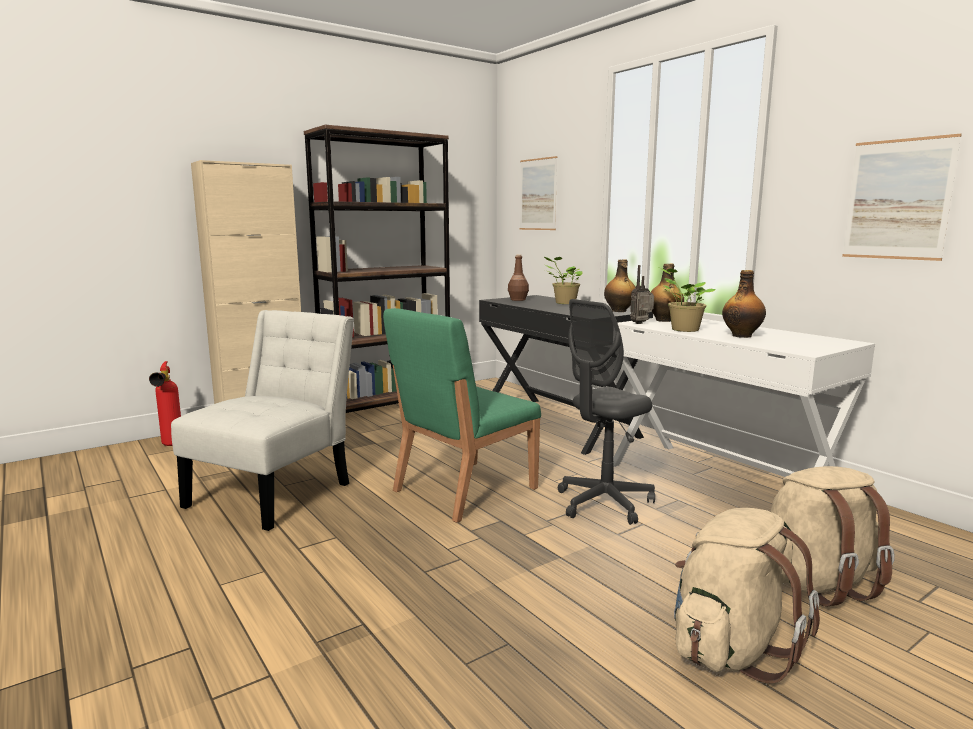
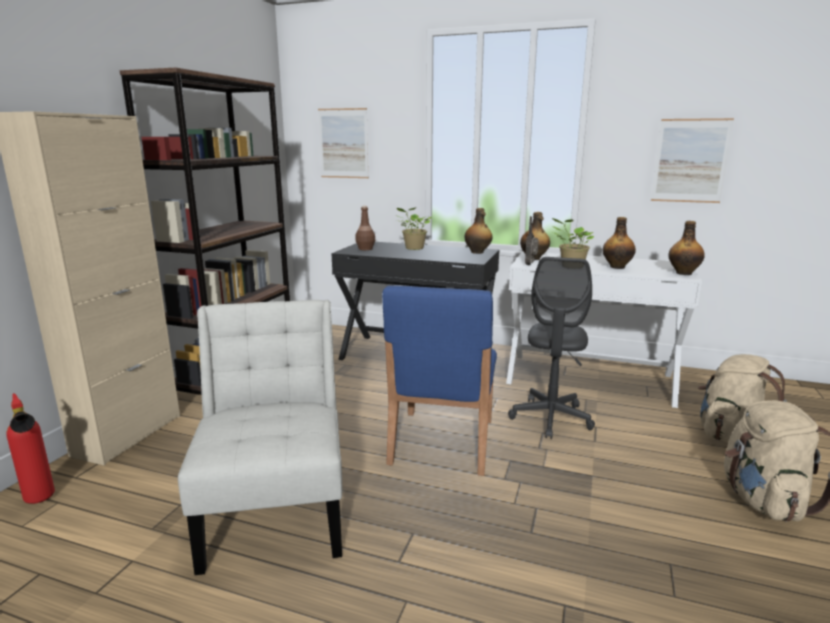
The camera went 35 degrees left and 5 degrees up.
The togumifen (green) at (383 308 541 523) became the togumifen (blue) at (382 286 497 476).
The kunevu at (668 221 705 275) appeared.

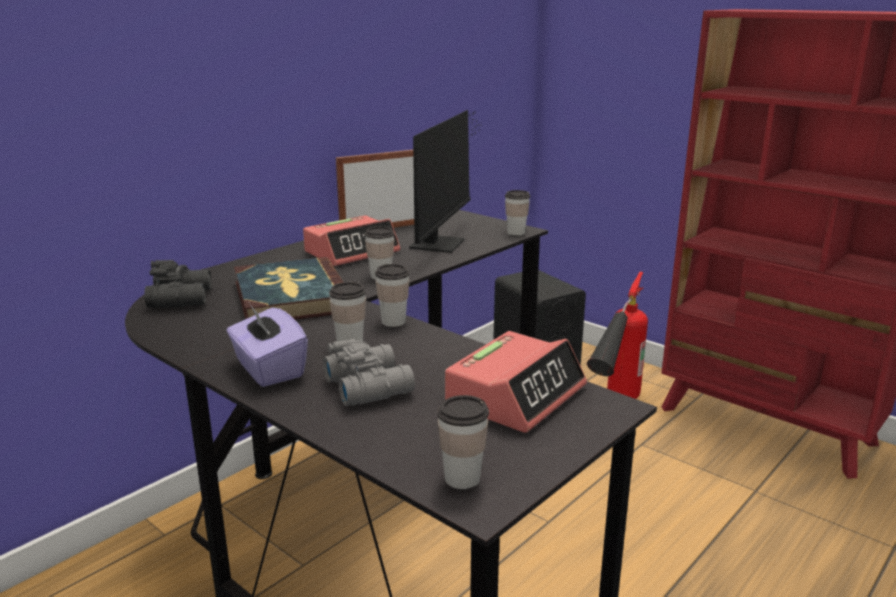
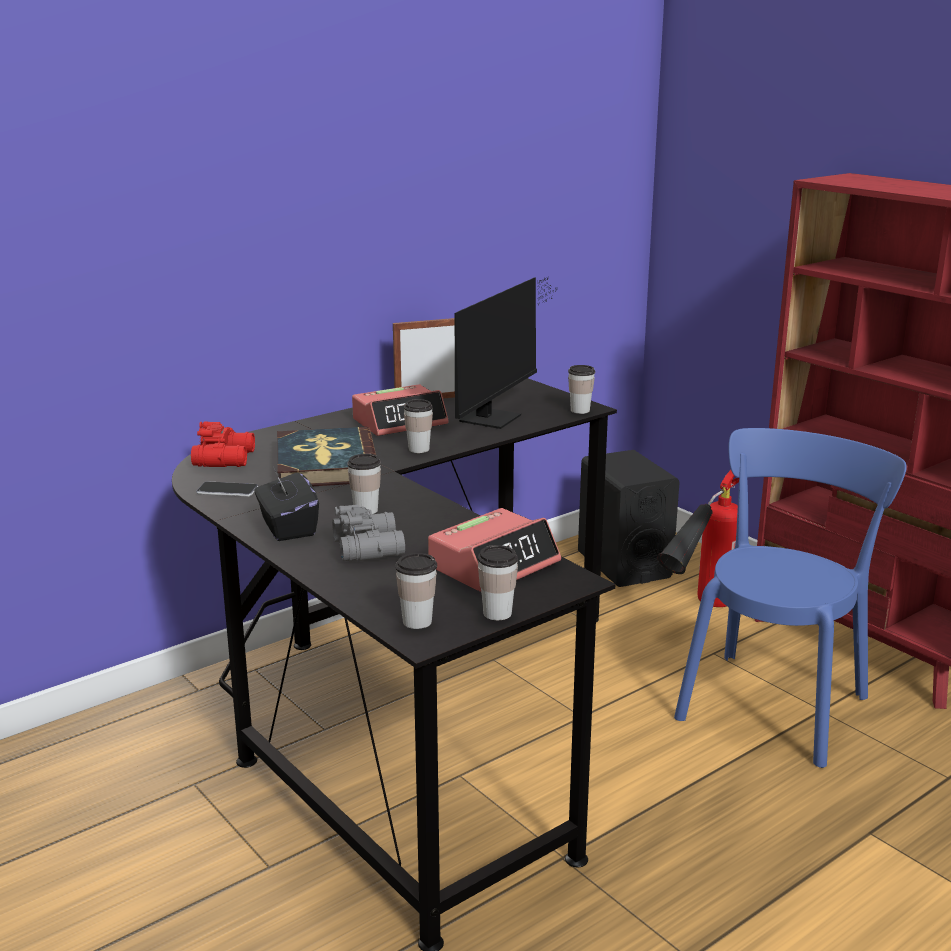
The camera went 10 degrees right and 0 degrees up.
The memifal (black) at (144 260 212 308) became the memifal (red) at (191 421 255 467).
The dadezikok moved from (375 264 409 327) to (478 545 518 620).
The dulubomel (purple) at (227 301 308 387) became the dulubomel (black) at (254 469 319 541).
The togumifen (blue) at (674 428 907 768) appeared.
The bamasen at (196 481 258 497) appeared.

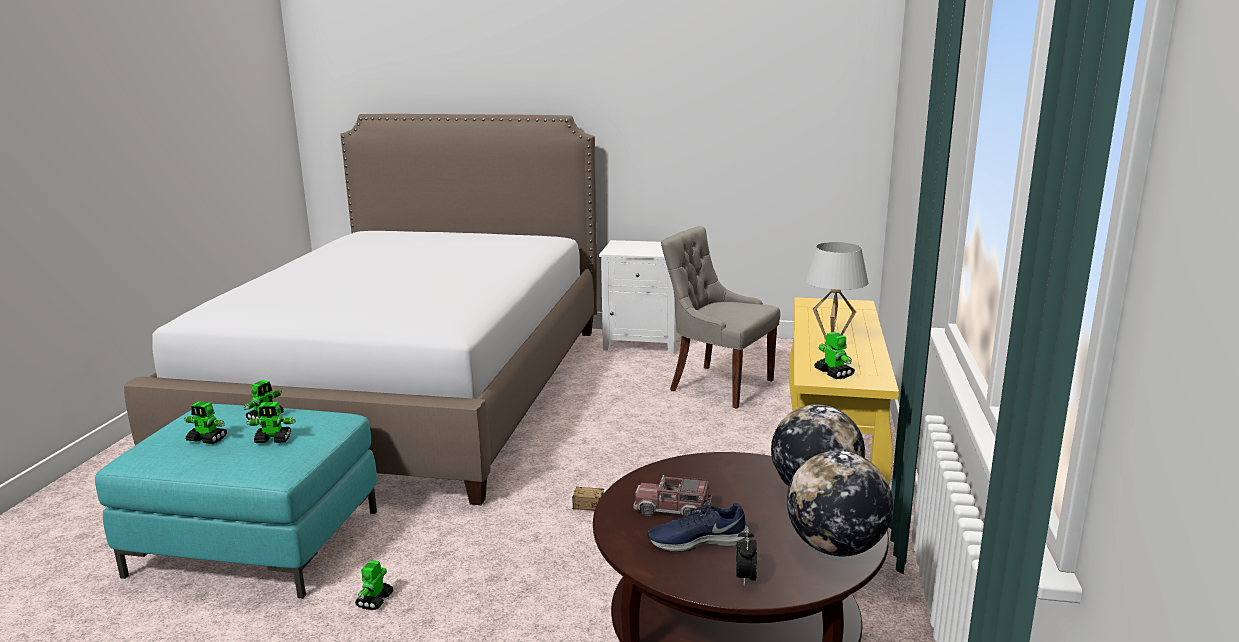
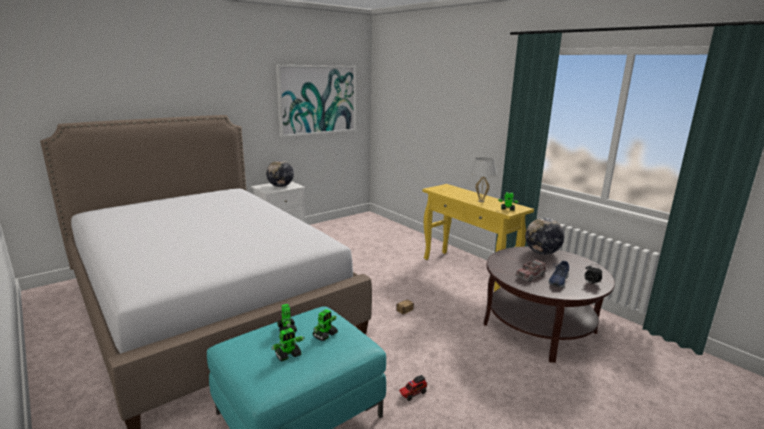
The camera went 50 degrees left and 0 degrees up.
The togumifen (grey) at (661 226 780 409) disappeared.
The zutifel moved from (787 451 893 556) to (266 160 294 187).
The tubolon at (355 560 394 610) was replaced by the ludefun at (399 375 427 401).
The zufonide at (276 65 356 137) appeared.

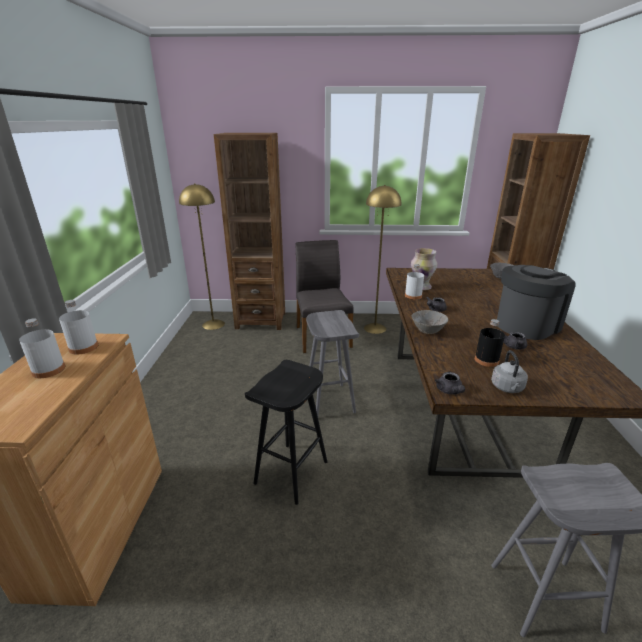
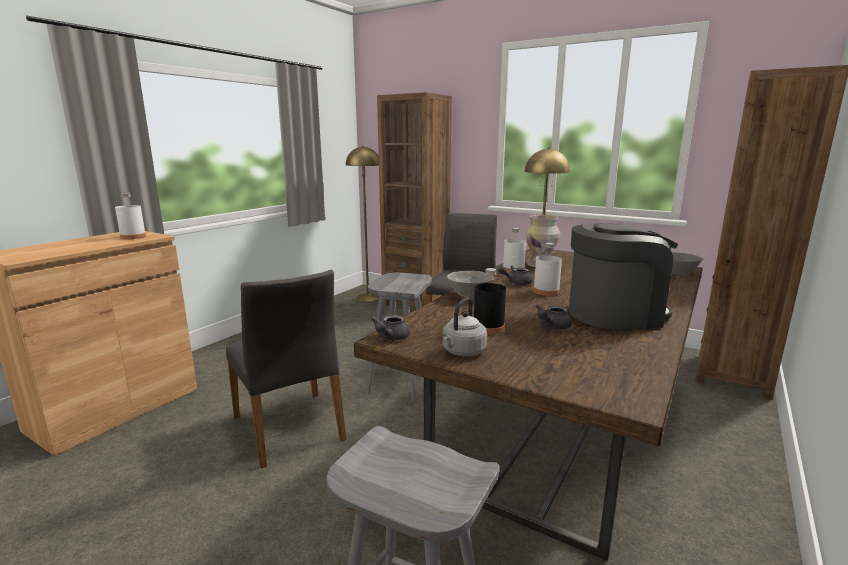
The camera went 30 degrees right and 10 degrees down.
The kunevu (white) moved from (19 318 65 378) to (533 243 562 296).
The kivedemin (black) at (245 360 327 505) was replaced by the togumifen (grey) at (226 270 346 468).

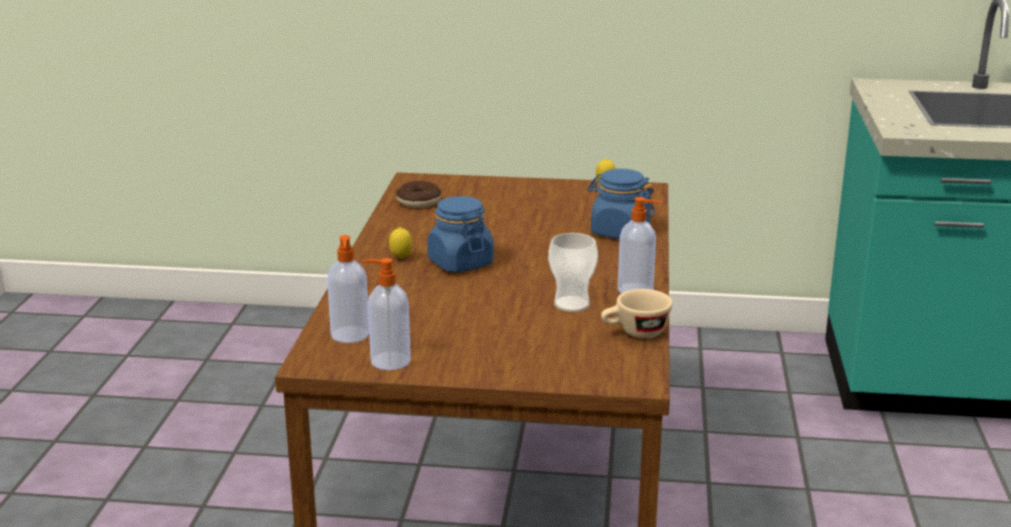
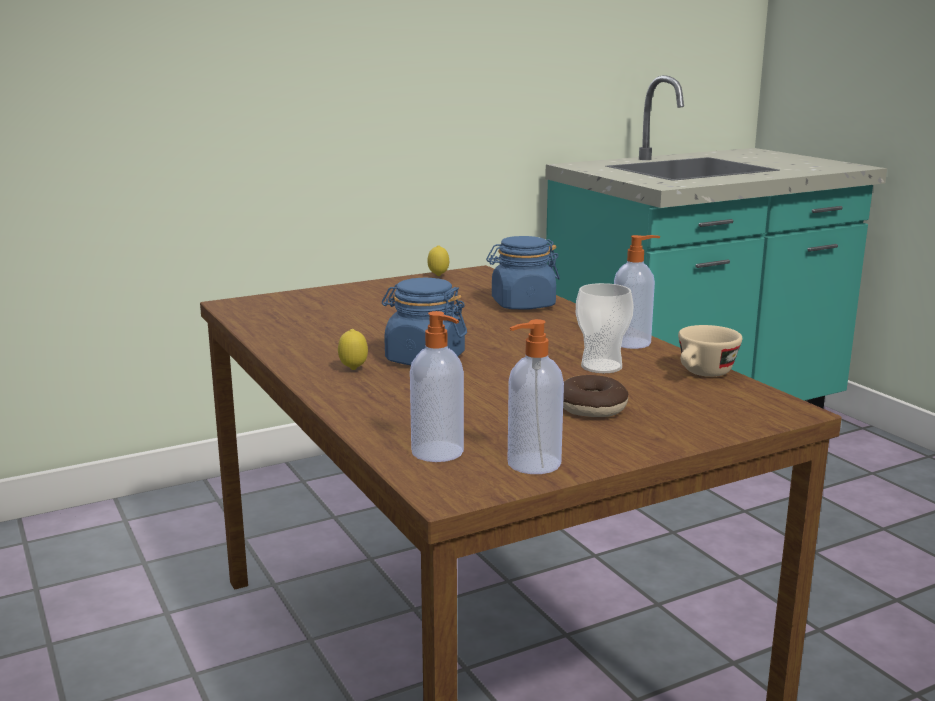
The camera went 35 degrees left and 5 degrees down.
The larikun moved from (396 181 441 208) to (563 375 628 417).

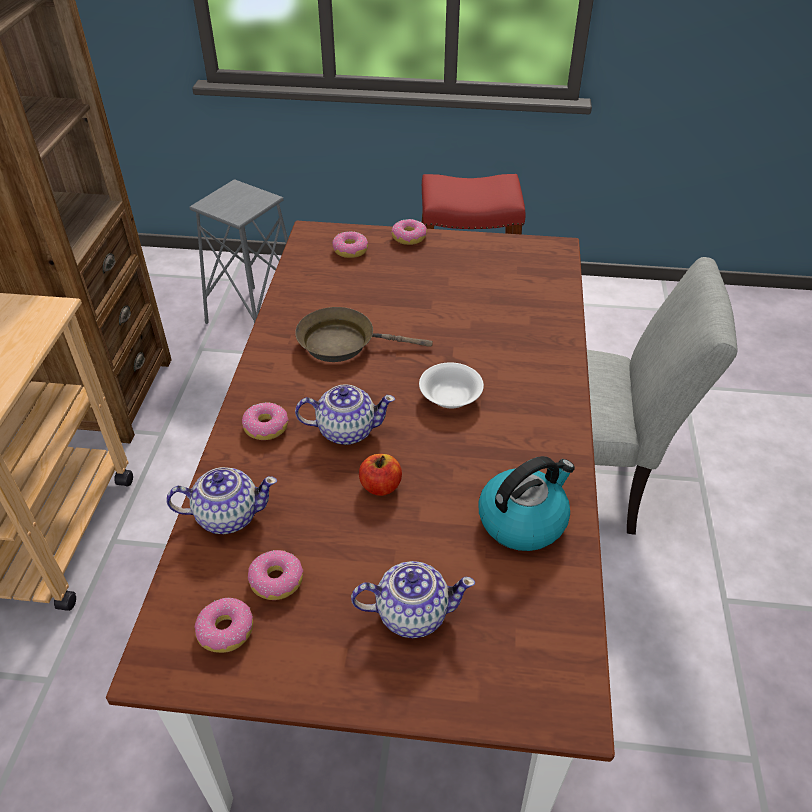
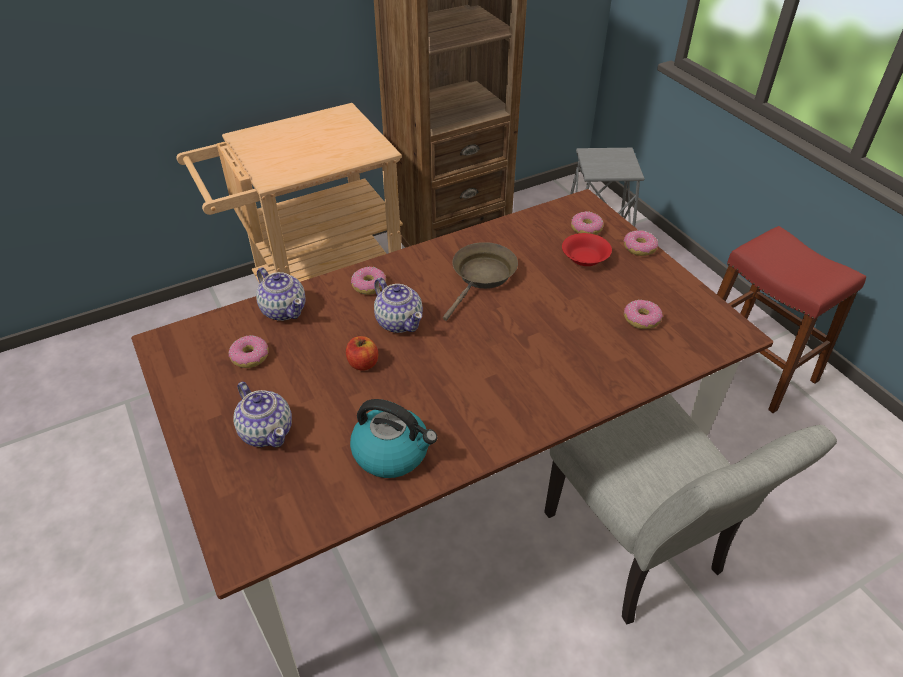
The camera went 55 degrees right and 0 degrees up.
The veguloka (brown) at (295 307 433 362) turned 60 degrees clockwise.
The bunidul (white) at (419 363 484 408) disappeared.
The larikun moved from (195 598 253 653) to (624 300 663 329).
The bunidul (red) at (562 233 612 266) appeared.

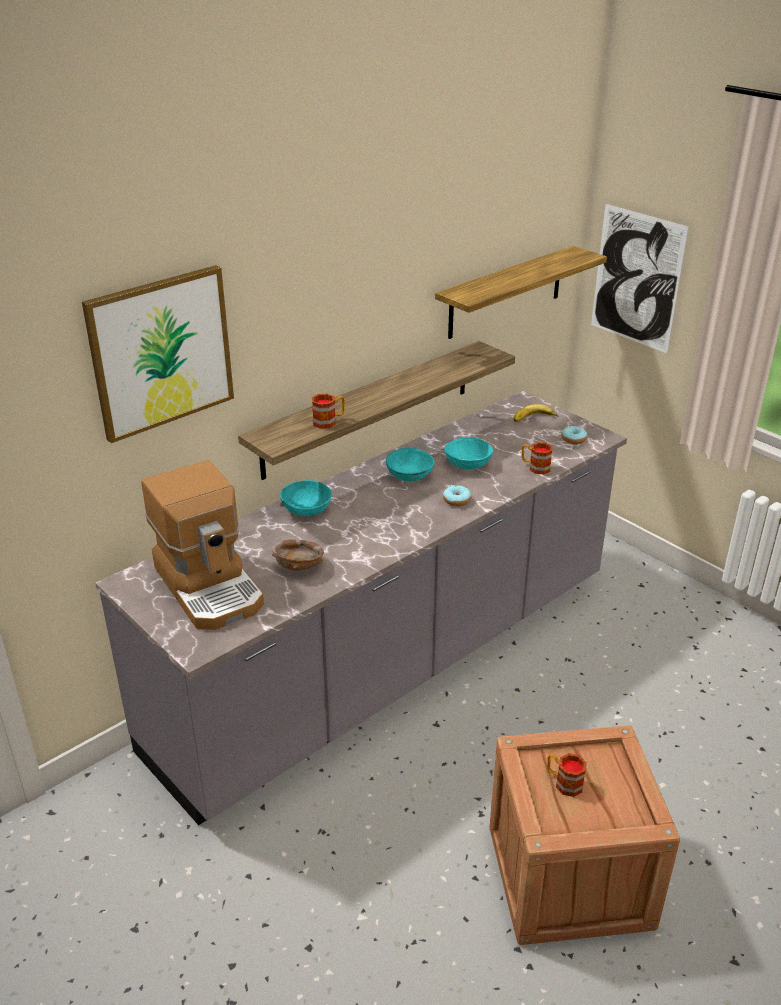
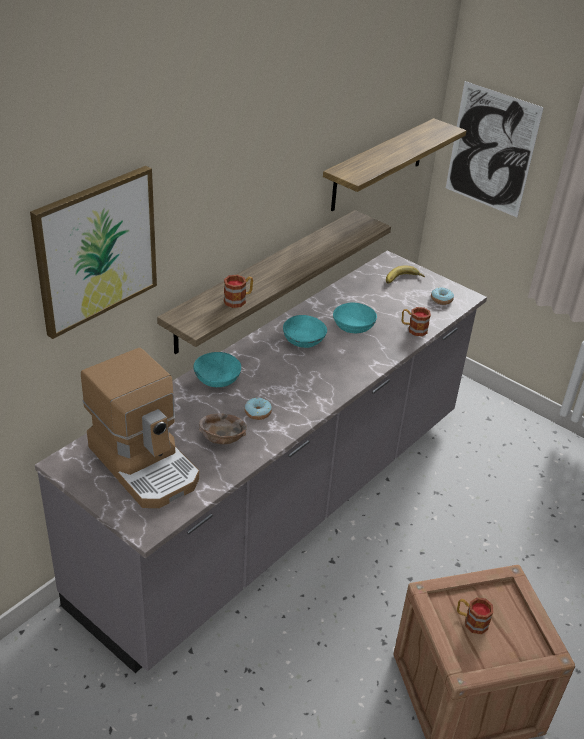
The camera went 10 degrees left and 5 degrees up.
The larikun moved from (443 485 471 506) to (244 398 272 420).

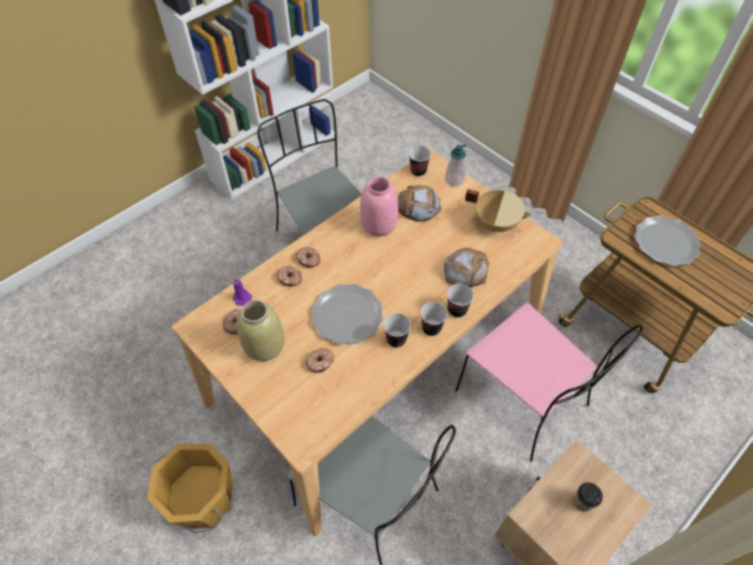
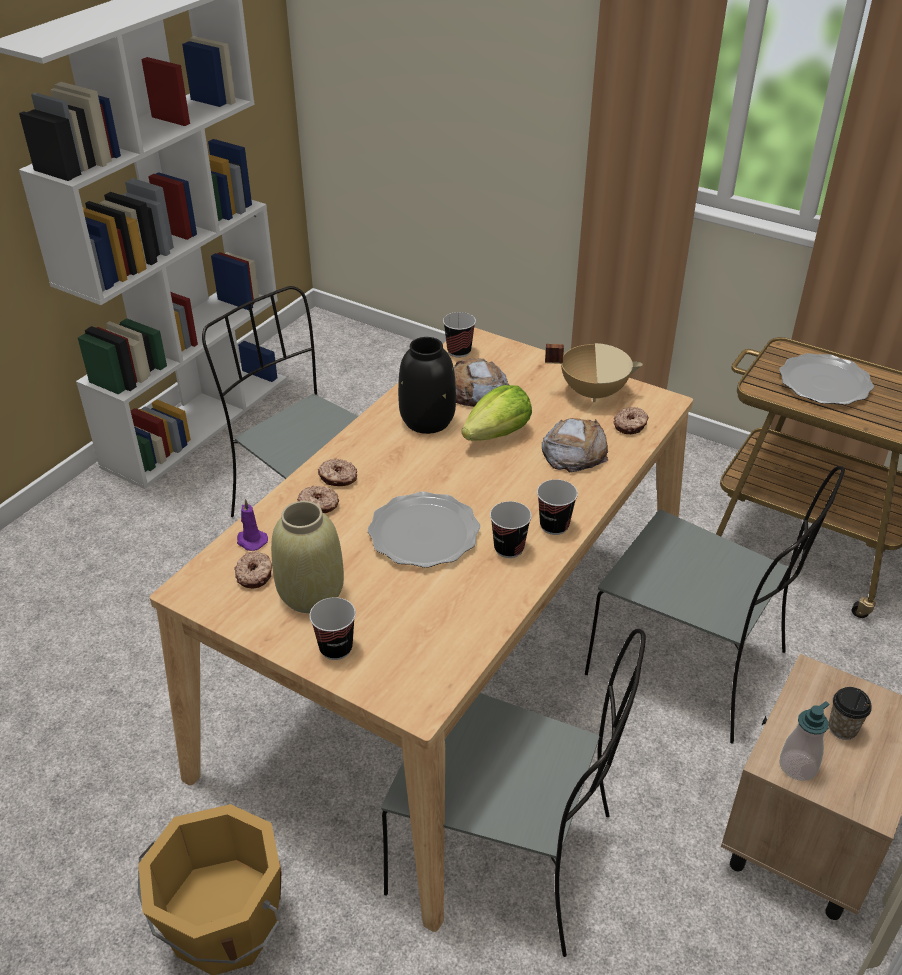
The camera went 15 degrees left and 15 degrees down.
The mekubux moved from (445 144 467 187) to (779 701 829 781).
The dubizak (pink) at (360 176 398 236) became the dubizak (black) at (398 337 456 434).
The dadezikok moved from (447 284 474 318) to (309 597 356 660).
The togumifen (pink) at (455 302 643 462) became the togumifen (grey) at (585 466 845 744).
The larikun moved from (306 348 334 373) to (613 407 649 434).
The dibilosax at (462 385 532 441) appeared.

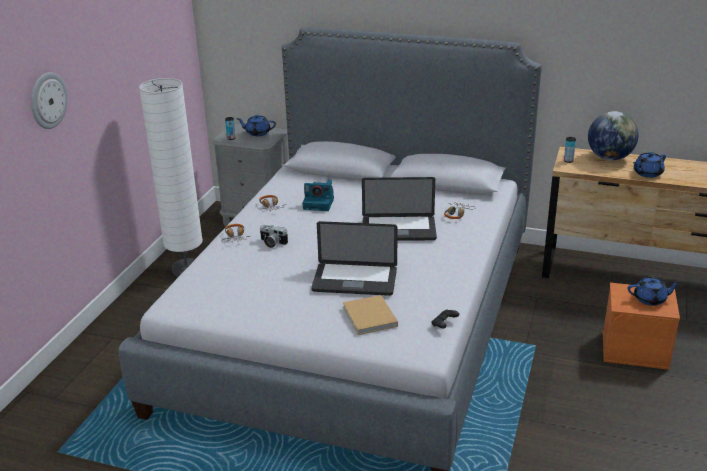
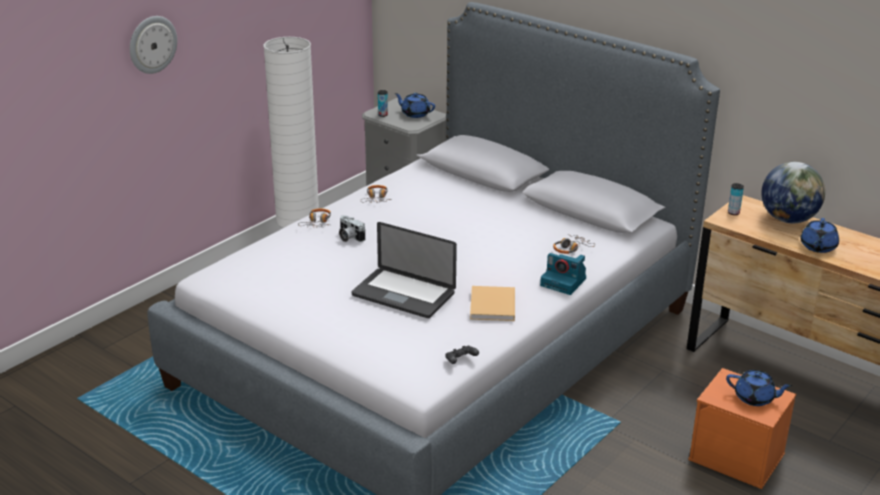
The camera went 20 degrees right and 0 degrees up.
The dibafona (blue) at (633 152 666 178) turned 60 degrees counterclockwise.
The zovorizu at (362 177 437 241) disappeared.
The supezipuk moved from (303 180 334 211) to (540 253 586 295).
The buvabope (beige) moved from (343 295 398 335) to (470 286 515 321).

